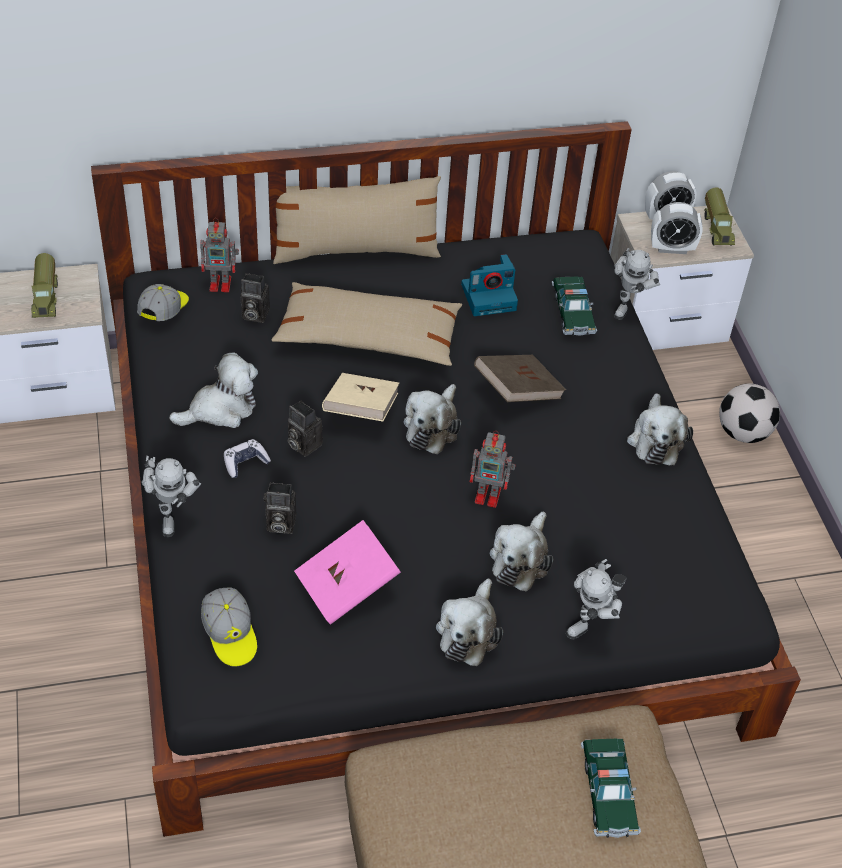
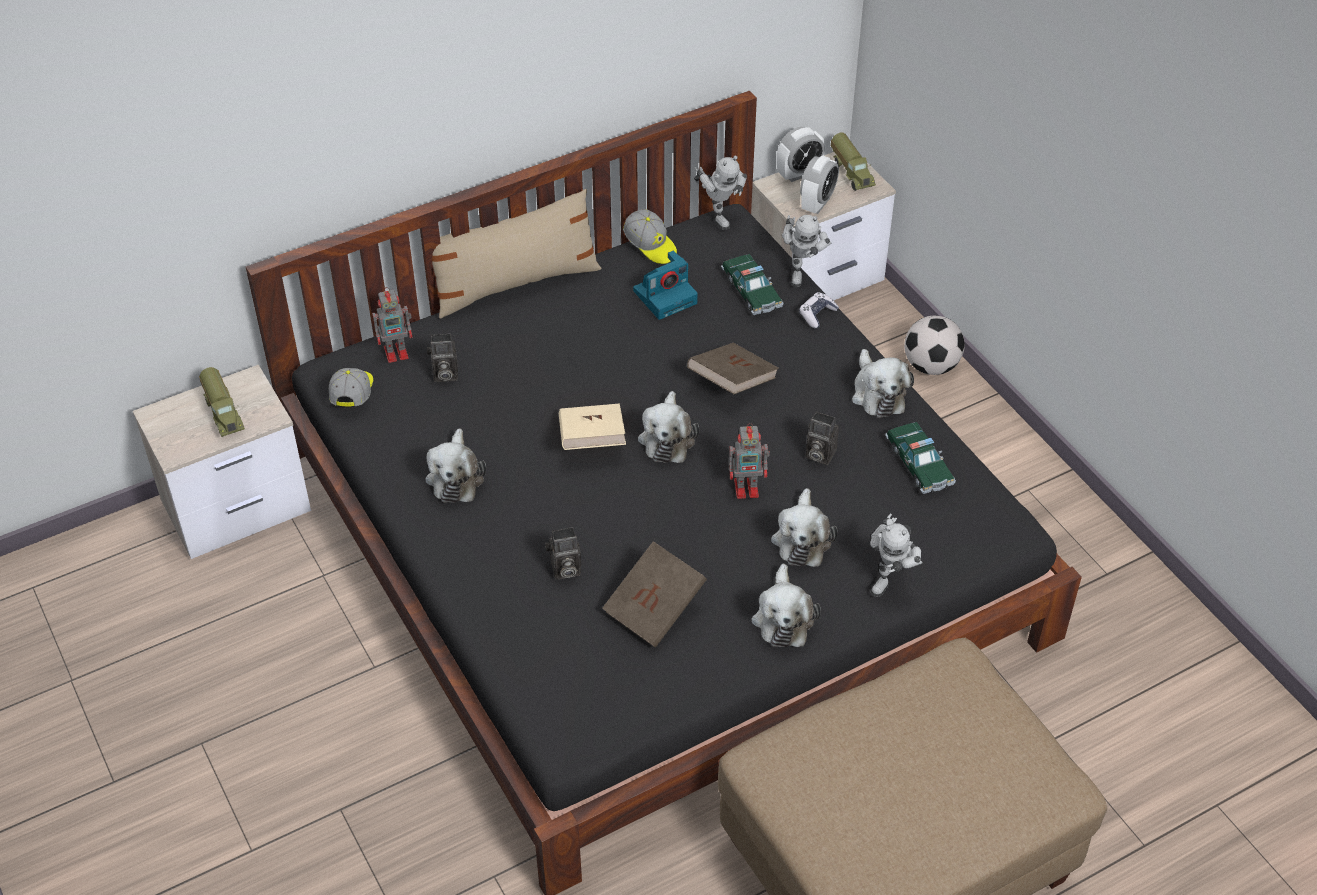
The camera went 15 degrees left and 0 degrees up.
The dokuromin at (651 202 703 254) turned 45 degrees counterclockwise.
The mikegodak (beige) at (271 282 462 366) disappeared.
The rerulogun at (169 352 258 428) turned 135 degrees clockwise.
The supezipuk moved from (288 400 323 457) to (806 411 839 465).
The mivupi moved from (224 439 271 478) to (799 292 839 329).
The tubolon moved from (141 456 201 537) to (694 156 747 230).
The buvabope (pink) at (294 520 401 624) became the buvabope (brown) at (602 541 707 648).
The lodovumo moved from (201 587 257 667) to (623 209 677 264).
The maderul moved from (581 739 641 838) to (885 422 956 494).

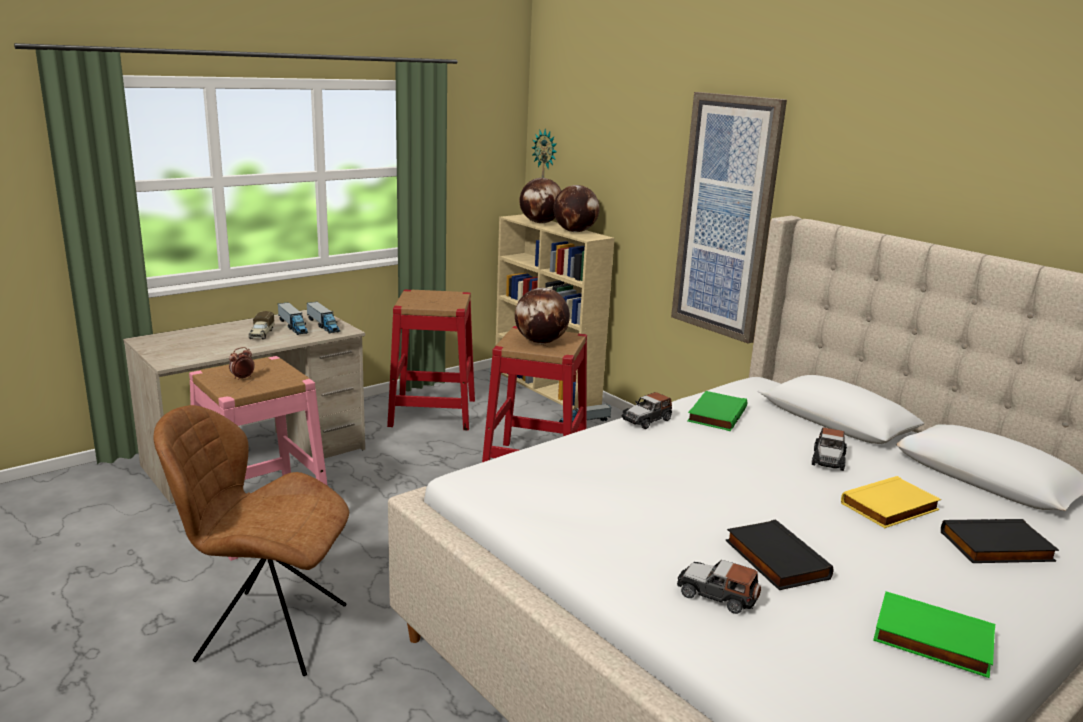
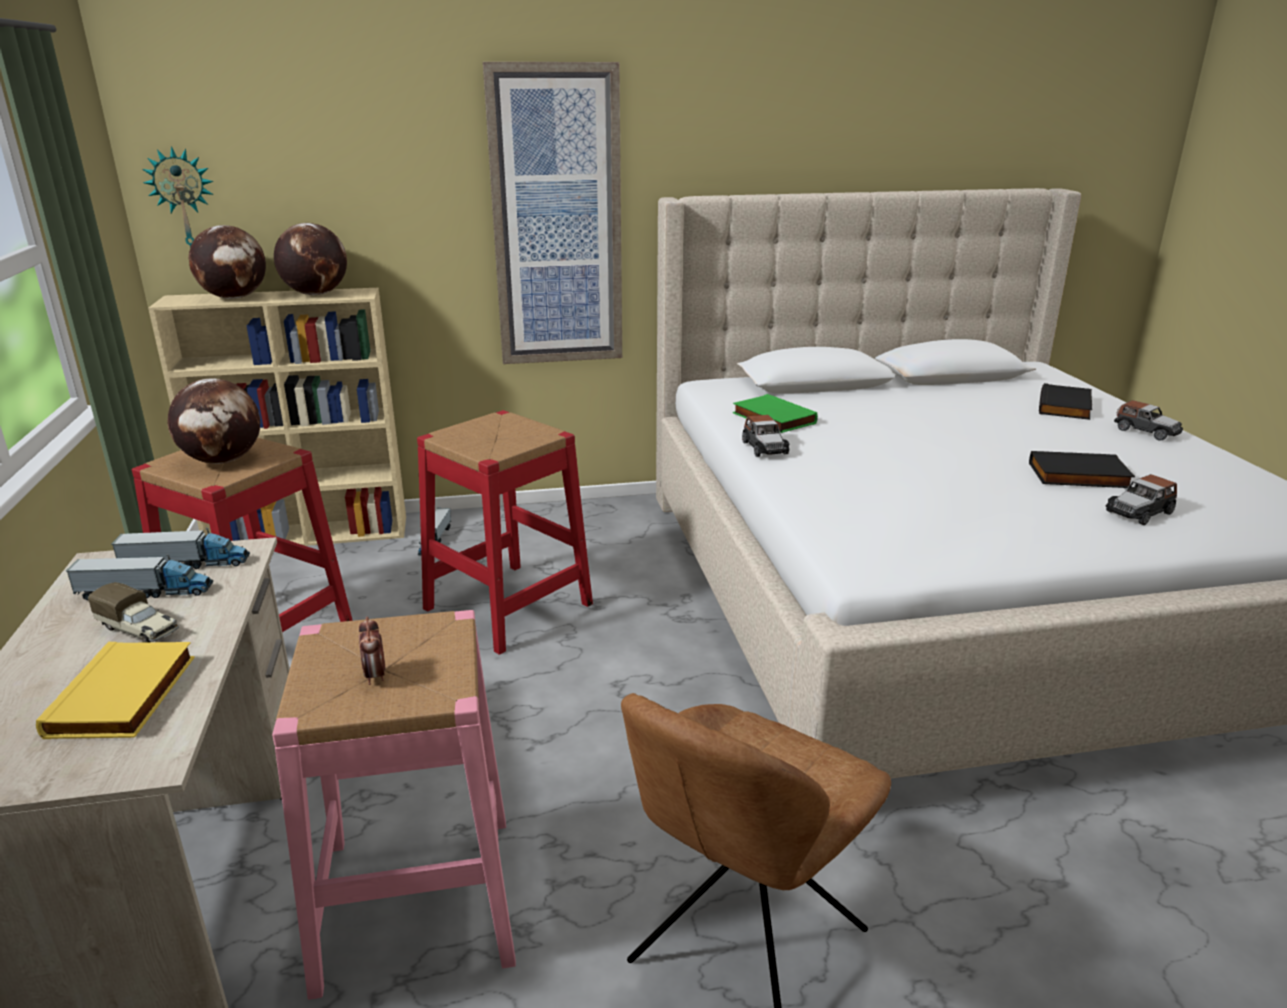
The camera went 60 degrees left and 5 degrees up.
The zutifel moved from (515 288 570 344) to (167 378 260 464).
The maderul moved from (812 428 847 471) to (1114 400 1183 441).
The buvabope (yellow) moved from (841 476 941 528) to (36 642 195 739).
The buvabope (green) at (873 591 995 678) disappeared.

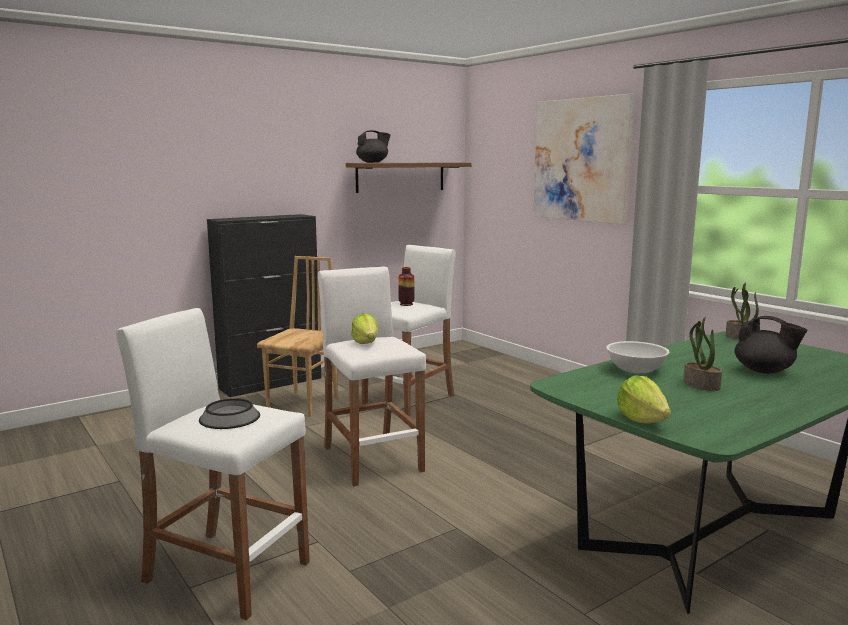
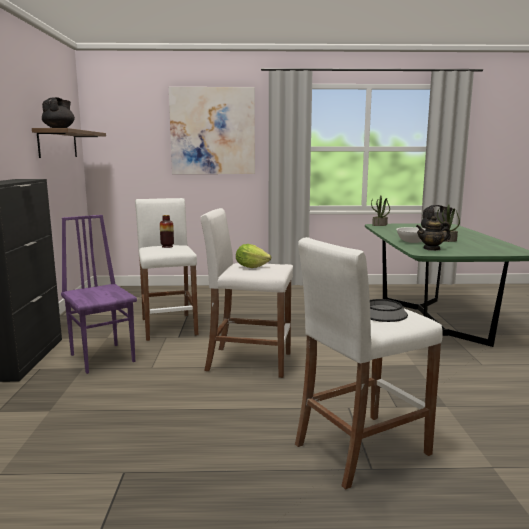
The camera went 55 degrees left and 0 degrees up.
The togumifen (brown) at (257 256 337 416) became the togumifen (purple) at (61 215 137 374).
The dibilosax at (617 375 671 424) disappeared.
The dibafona at (416 216 451 251) appeared.

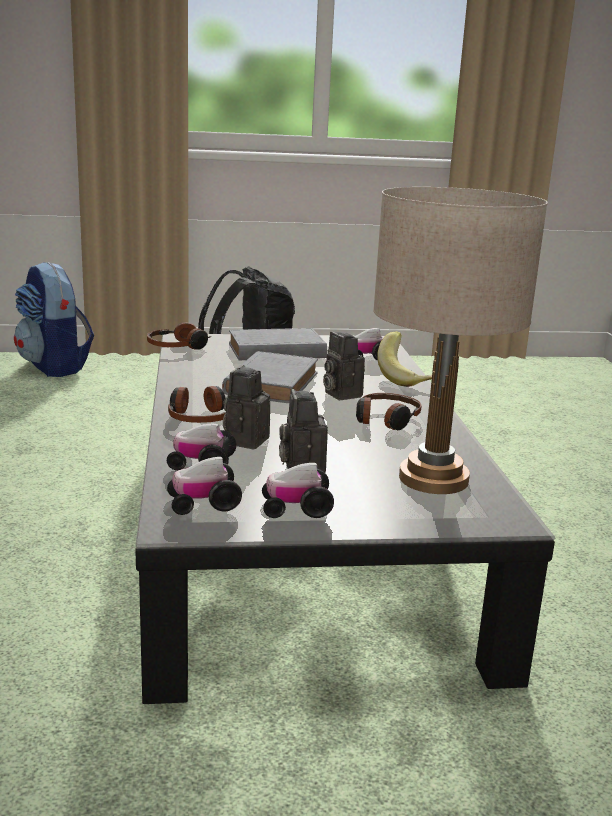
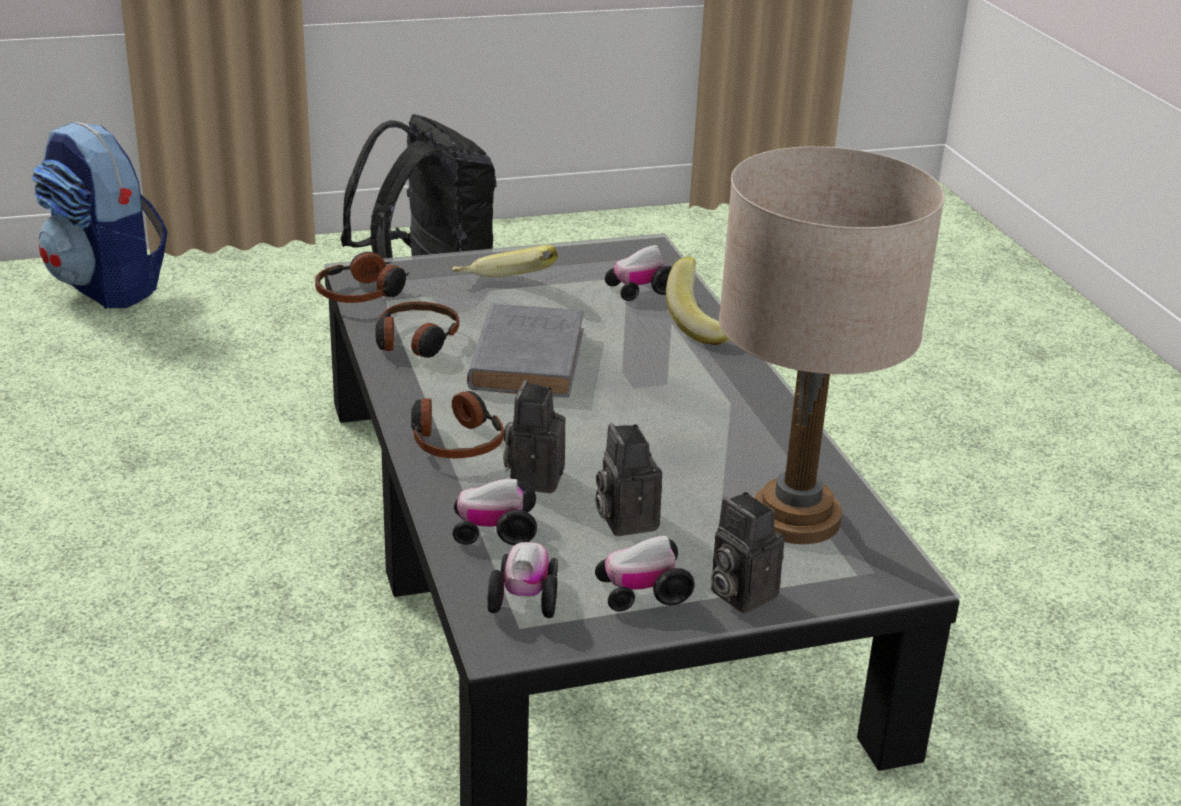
The camera went 10 degrees left and 10 degrees up.
The buvabope (grey) at (229 328 327 360) was replaced by the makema at (452 244 558 277).
The supezipuk moved from (323 331 365 400) to (711 492 784 613).
The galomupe moved from (356 393 422 430) to (376 301 459 358).
The maderul at (167 457 242 515) turned 120 degrees clockwise.

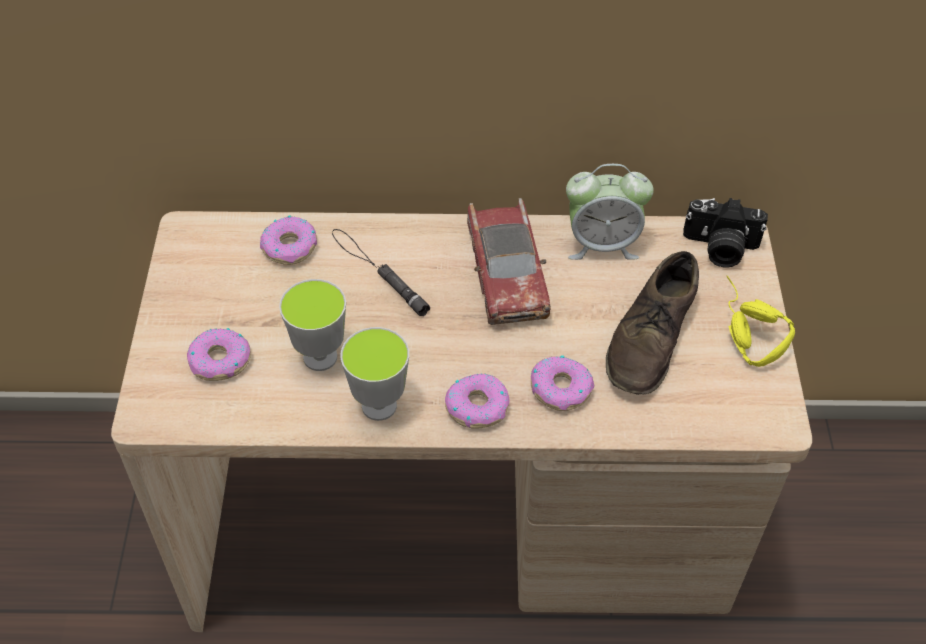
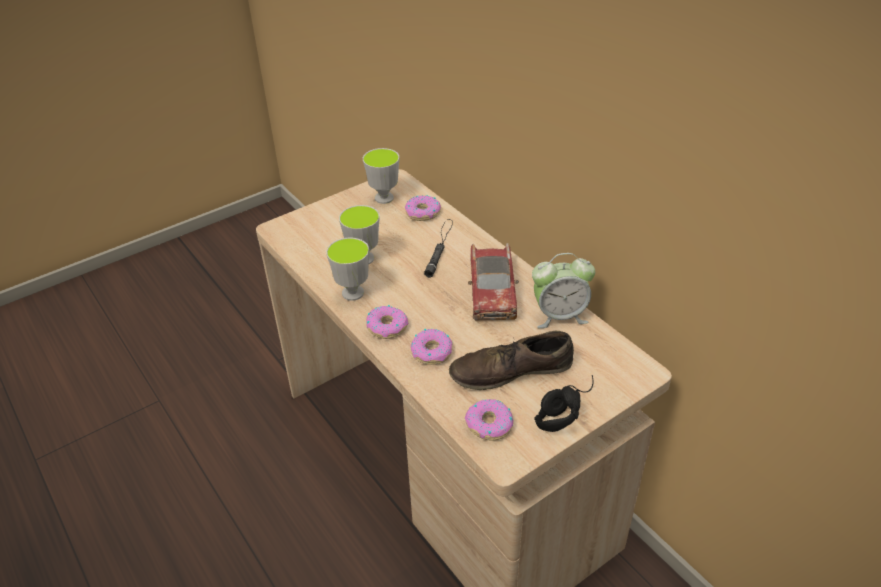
The camera went 55 degrees right and 10 degrees down.
The dokuromin at (566 164 654 260) turned 60 degrees counterclockwise.
The maderul at (467 198 551 325) turned 45 degrees counterclockwise.
The supezipuk at (683 198 768 267) disappeared.
The galomupe (yellow) at (727 276 795 367) became the galomupe (black) at (534 375 593 432).
The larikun moved from (187 328 251 381) to (465 399 513 441).
The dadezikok at (363 148 399 204) appeared.

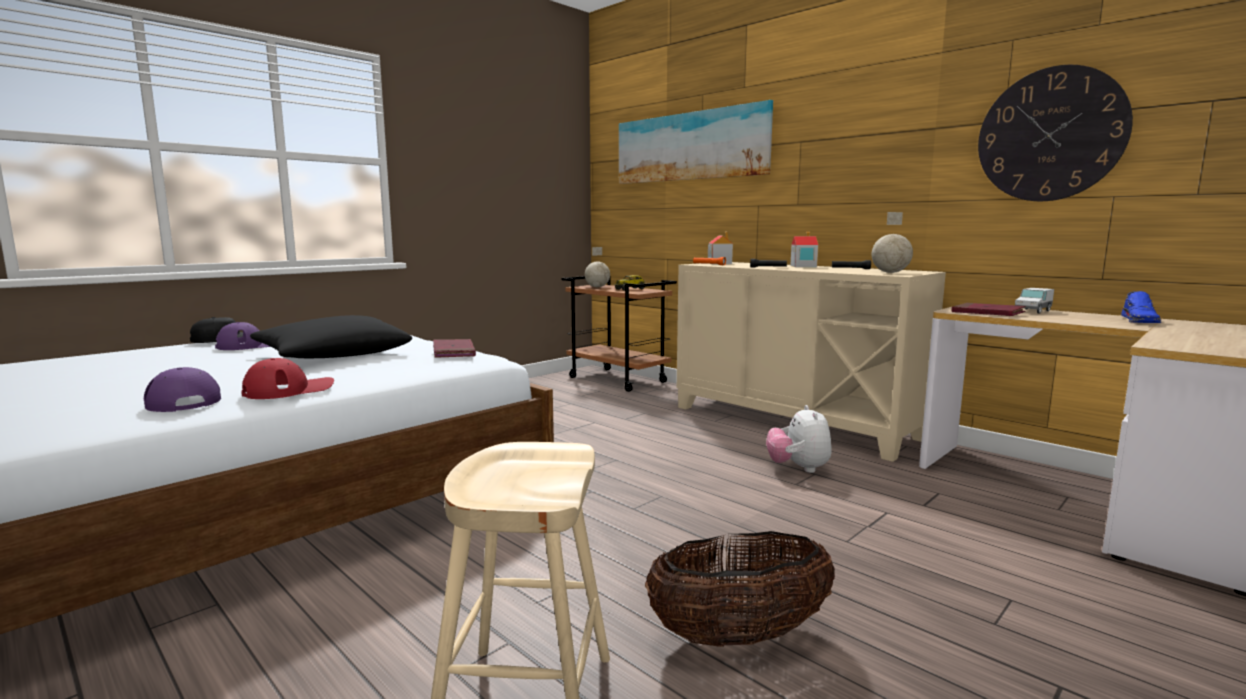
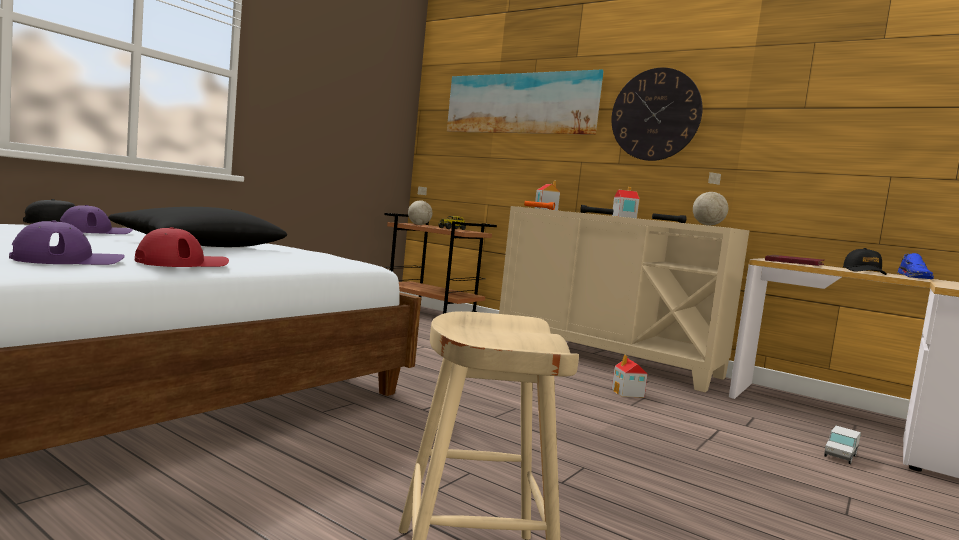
The camera went 10 degrees left and 5 degrees down.
The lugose moved from (978 65 1133 201) to (611 67 703 161).
The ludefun moved from (1015 288 1054 314) to (824 426 861 464).
The buvabope (red) at (433 339 476 358) disappeared.
The lodovumo (purple) at (144 367 221 412) turned 105 degrees clockwise.
The rerulogun at (766 405 832 473) was replaced by the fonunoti at (612 354 648 397).
The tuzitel at (645 531 835 647) disappeared.
The lodovumo (black) at (843 248 887 275) appeared.

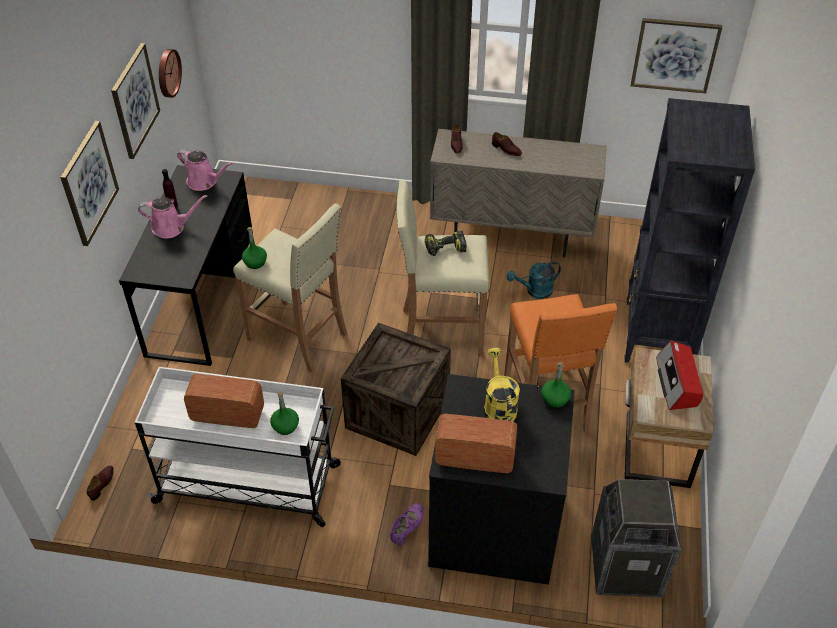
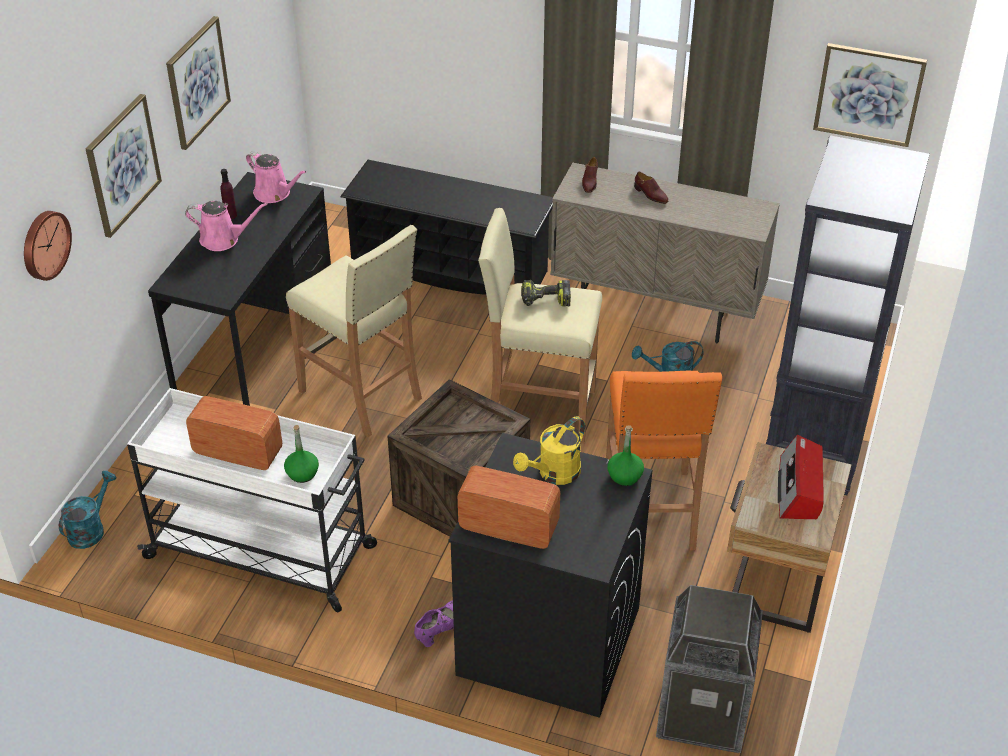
The camera went 10 degrees right and 5 degrees down.
The lugose moved from (159 49 182 98) to (24 211 72 281).
The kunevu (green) at (242 227 267 269) disappeared.
The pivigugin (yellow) at (484 348 520 422) turned 135 degrees counterclockwise.
The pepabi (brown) at (87 466 114 501) was replaced by the pivigugin (turquoise) at (59 471 116 549).
The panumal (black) at (340 160 553 295) appeared.

